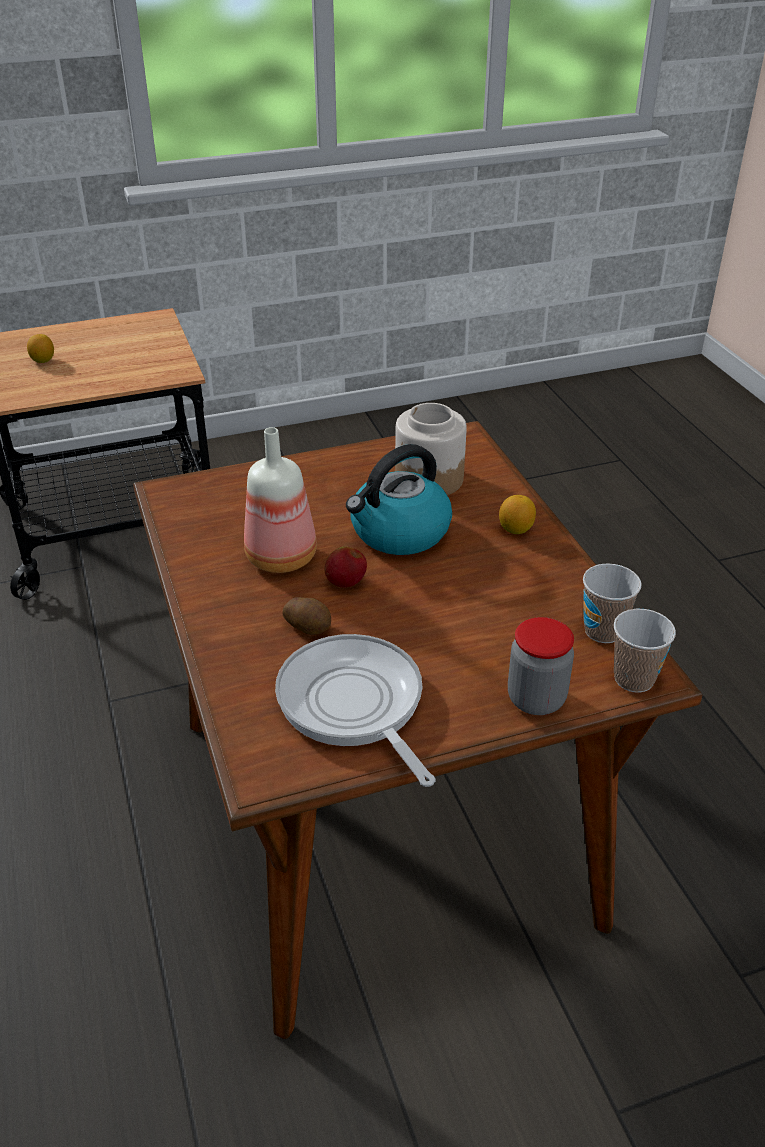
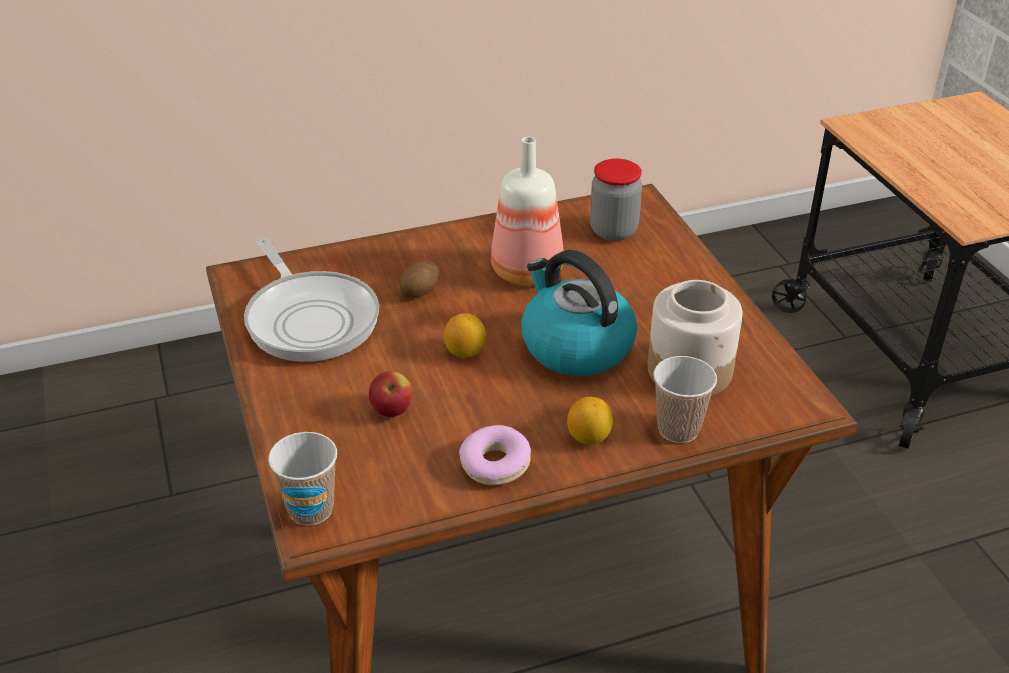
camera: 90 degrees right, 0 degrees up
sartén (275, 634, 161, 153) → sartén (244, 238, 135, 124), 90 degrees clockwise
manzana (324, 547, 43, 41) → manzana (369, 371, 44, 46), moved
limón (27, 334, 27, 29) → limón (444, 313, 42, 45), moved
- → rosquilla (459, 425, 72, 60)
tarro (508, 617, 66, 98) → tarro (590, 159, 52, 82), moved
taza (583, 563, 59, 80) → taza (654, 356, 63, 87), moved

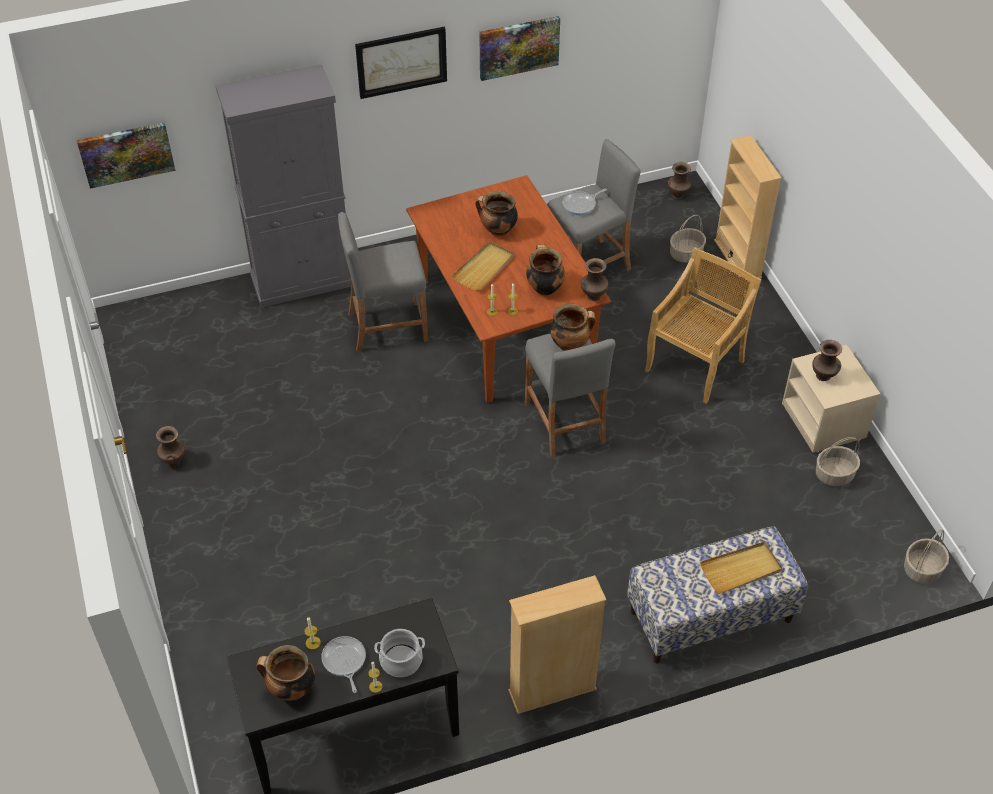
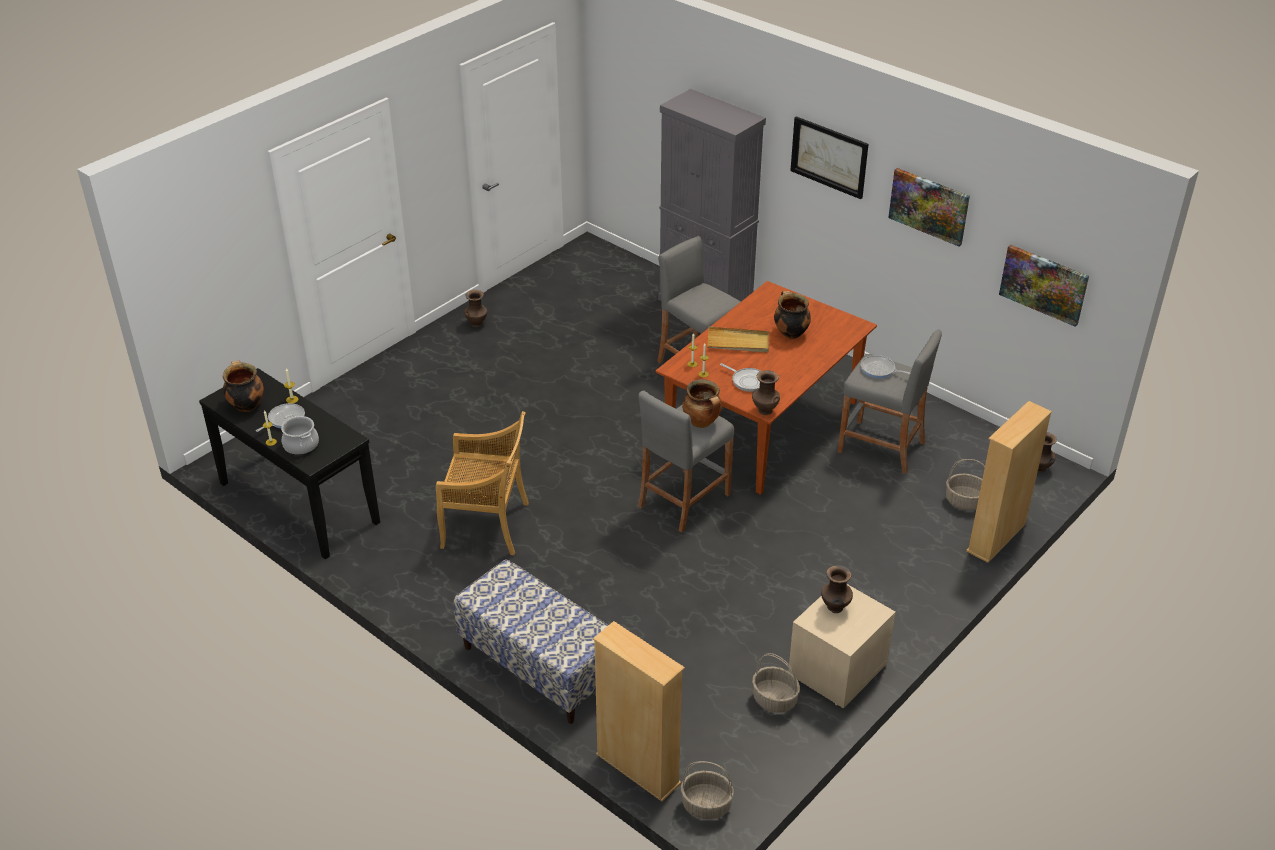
camera: 60 degrees right, 10 degrees down
silla/beis (645, 247, 117, 157) → silla/beis (436, 411, 93, 144), moved
estantería/beis (508, 575, 98, 139) → estantería/beis (593, 621, 92, 181), moved
olla (526, 245, 39, 51) → sartén (720, 363, 41, 29)
cuadro (77, 122, 98, 67) → cuadro (999, 245, 90, 82), moved
bandeja/beis (700, 542, 82, 52) → -

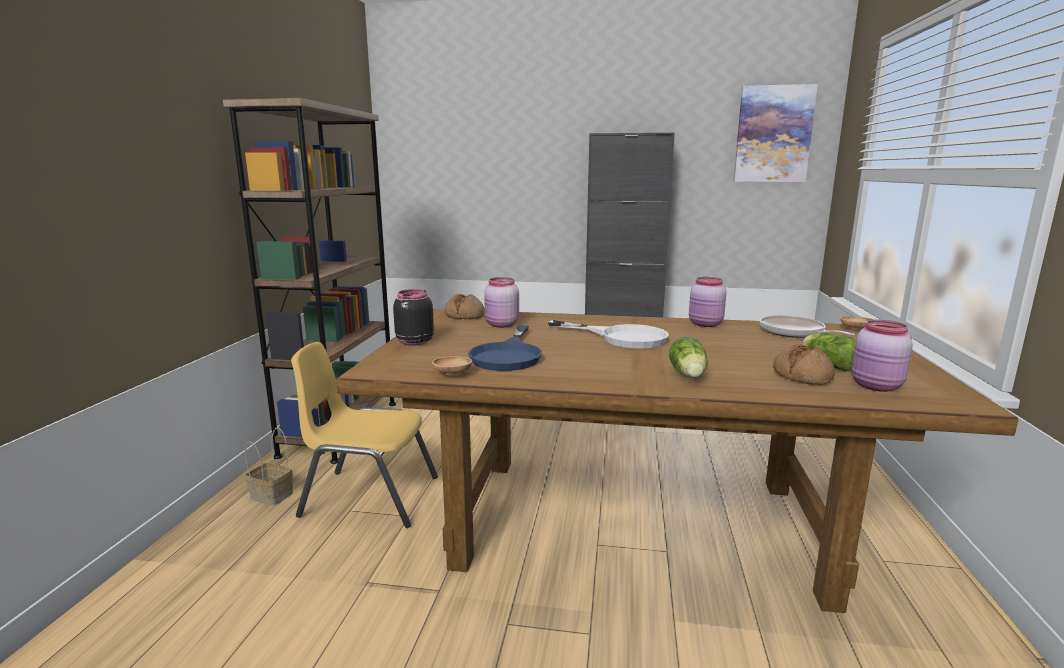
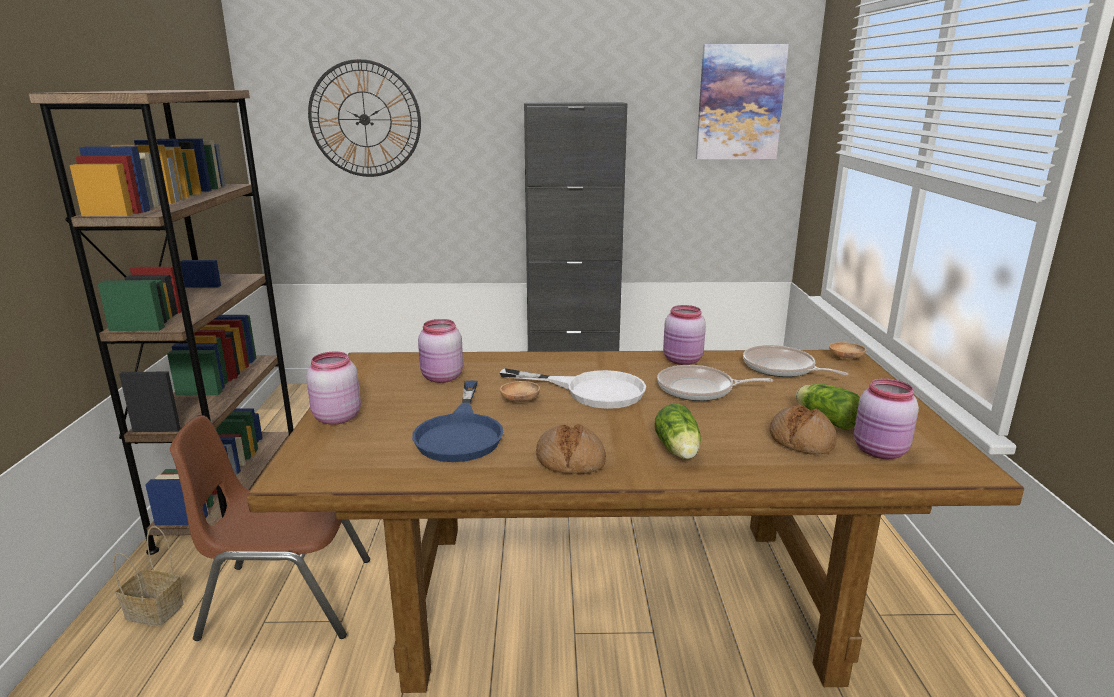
camera: 10 degrees left, 5 degrees up
silla/amarillo (291, 342, 147, 186) → silla/marrón (170, 415, 200, 226)
tarro/negro (393, 289, 41, 57) → tarro/rosa (306, 351, 55, 74)
- → reloj de pared (308, 59, 113, 118)
cuenco/marrón (432, 356, 40, 20) → cuenco/marrón (500, 381, 40, 22), moved
pan (445, 294, 40, 25) → pan (536, 424, 70, 50), moved
- → sartén (657, 365, 116, 36)

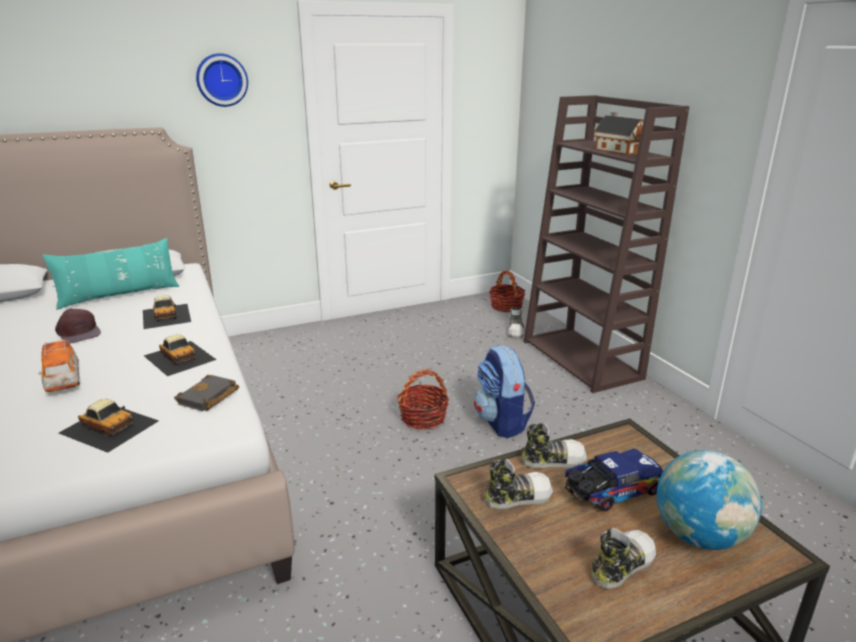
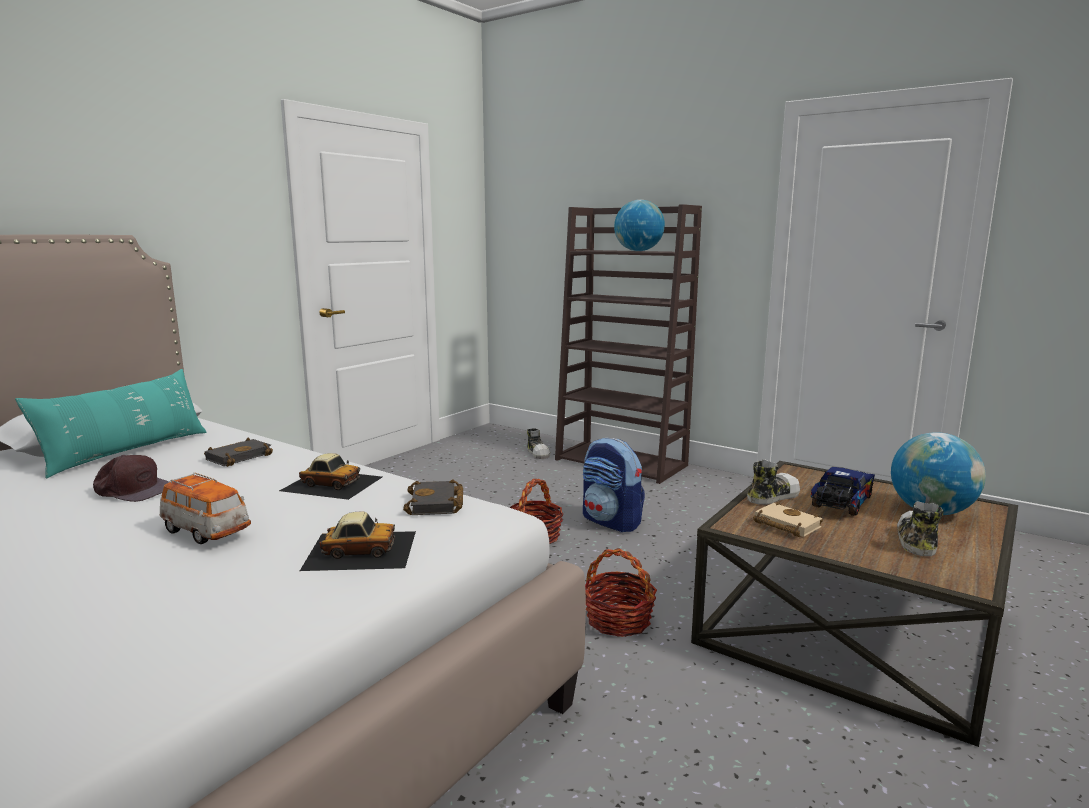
camera: 30 degrees left, 10 degrees down
coche de juguete (143, 296, 48, 33) → libro/negro (204, 438, 69, 29)
cesta (489, 270, 36, 42) → cesta (585, 548, 72, 89), moved
casita (594, 112, 49, 43) → globo terráqueo (614, 200, 51, 51)
zapato (484, 459, 69, 51) → libro/beis (753, 502, 70, 35)
reloj de pared (196, 53, 52, 54) → -

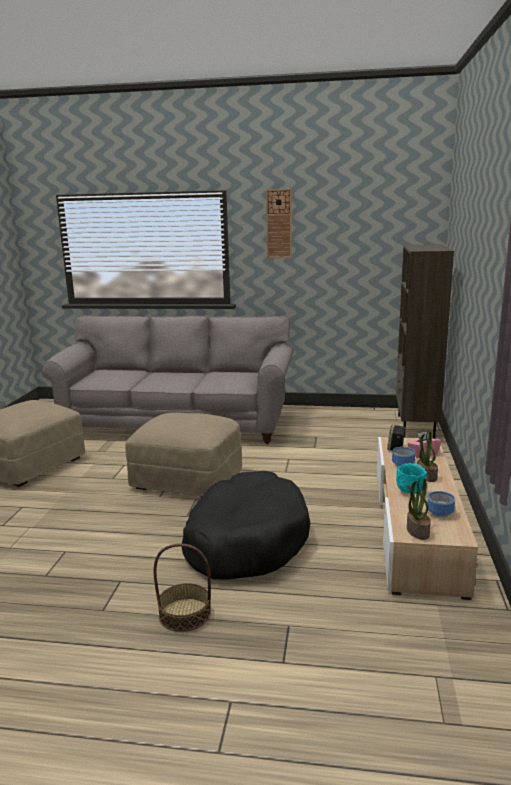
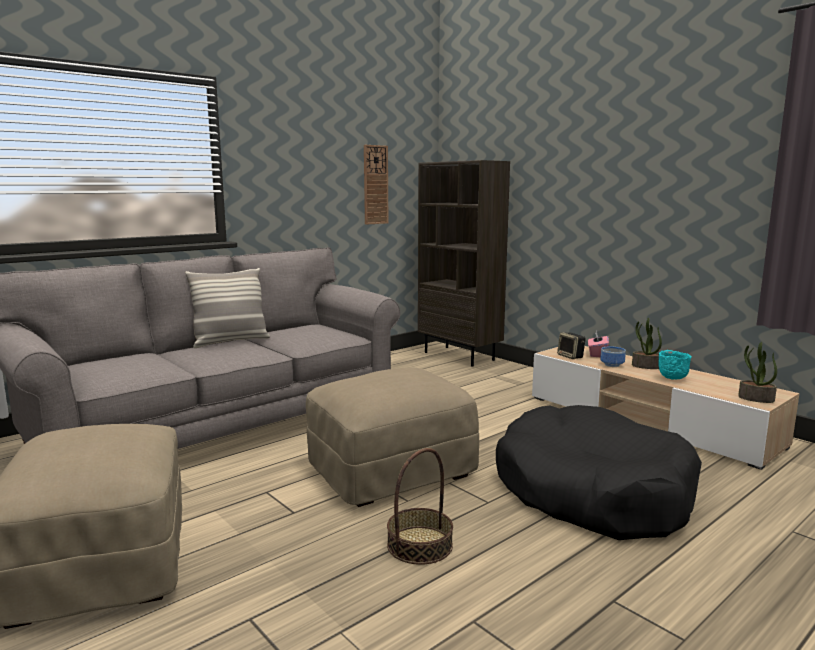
camera: 50 degrees left, 5 degrees down
- → cojín (185, 268, 85, 80)
reloj de pared (266, 189, 26, 69) → reloj de pared (364, 145, 24, 80), moved
cesta (153, 543, 58, 89) → cesta (387, 448, 66, 117), moved
cuenco (427, 491, 28, 27) → -

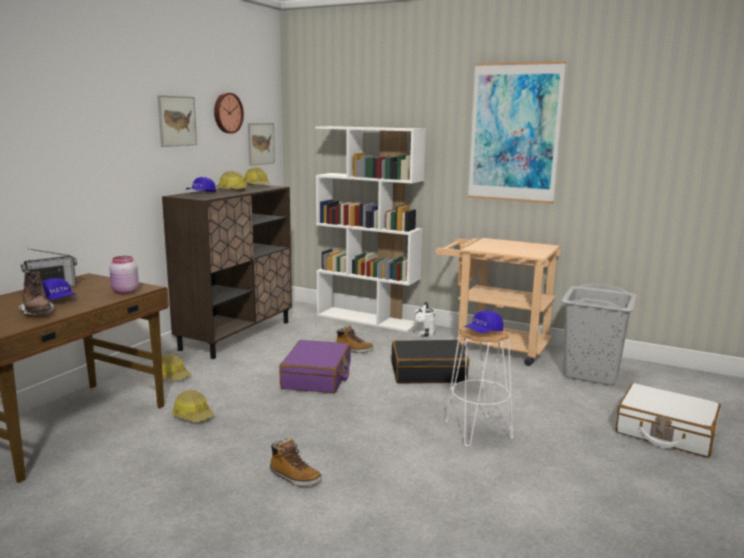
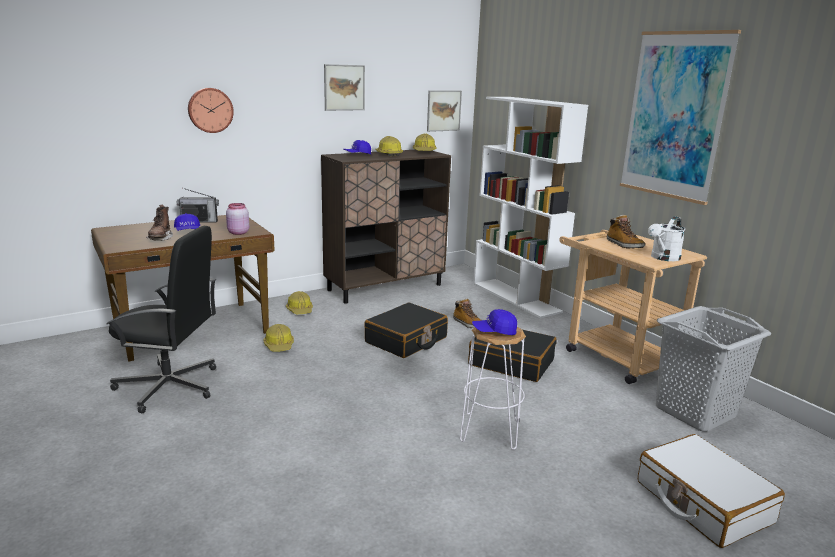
camera: 30 degrees right, 5 degrees up
- → silla de oficina/negro (106, 226, 110, 187)
reloj de pared (214, 93, 30, 40) → reloj de pared (188, 88, 46, 45), moved
maleta/morado (279, 340, 72, 53) → maleta/negro (364, 303, 84, 55)
bota (270, 438, 52, 49) → bota (607, 215, 38, 33), moved
regadera/blanco (414, 302, 21, 35) → regadera/blanco (648, 216, 37, 45), moved

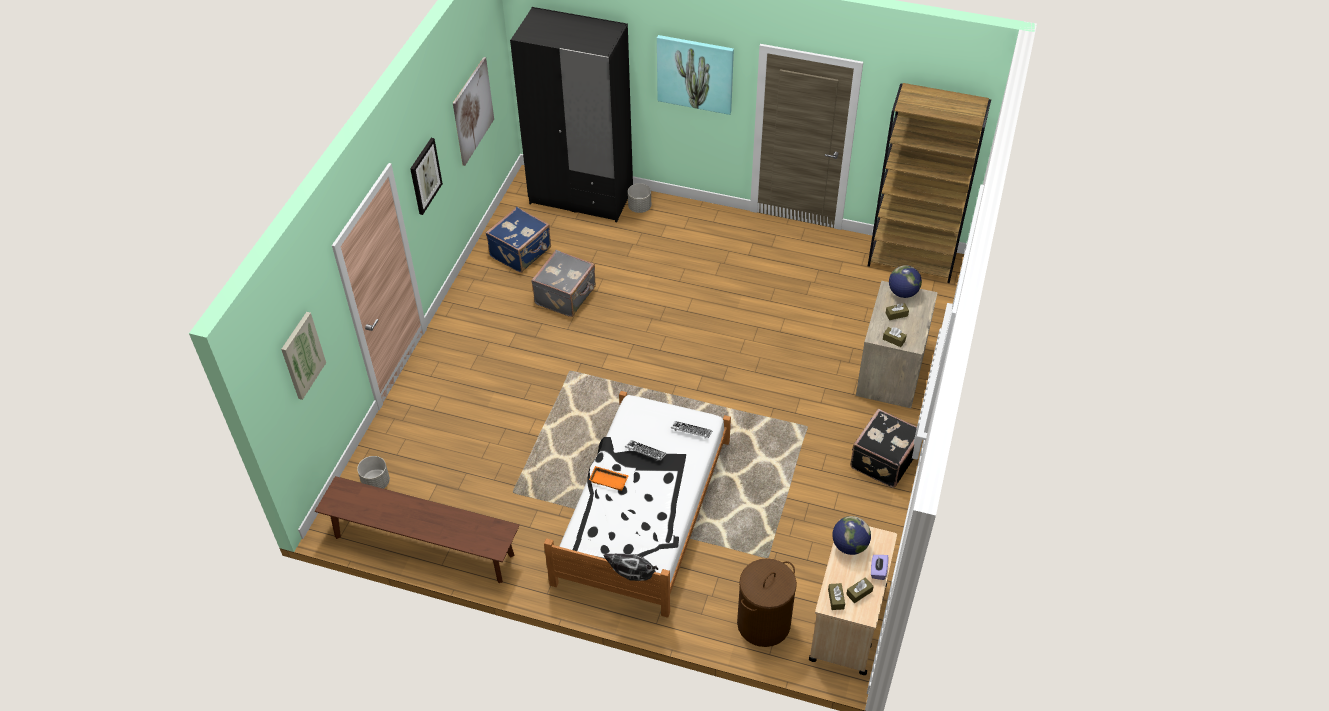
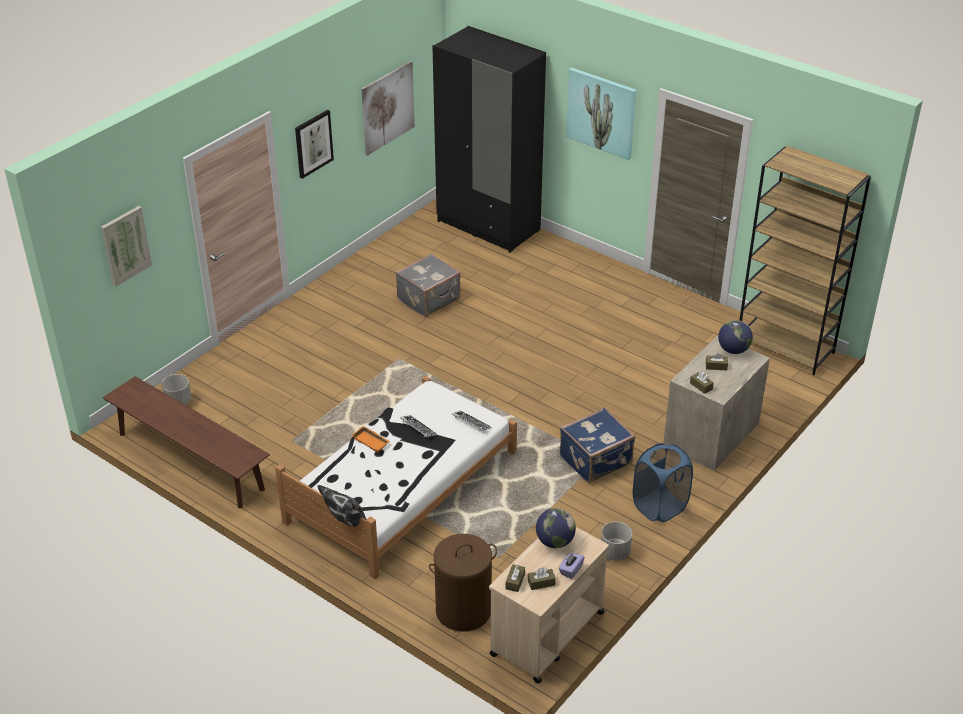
camera: 20 degrees right, 10 degrees down
maleta/azul (486, 207, 65, 66) → maleta/azul (560, 408, 75, 75), moved
maceta/gris (628, 183, 23, 30) → maceta/gris (601, 522, 31, 39), moved
maleta/negro (850, 409, 67, 79) → cesto de la ropa/azul (633, 443, 60, 79)

